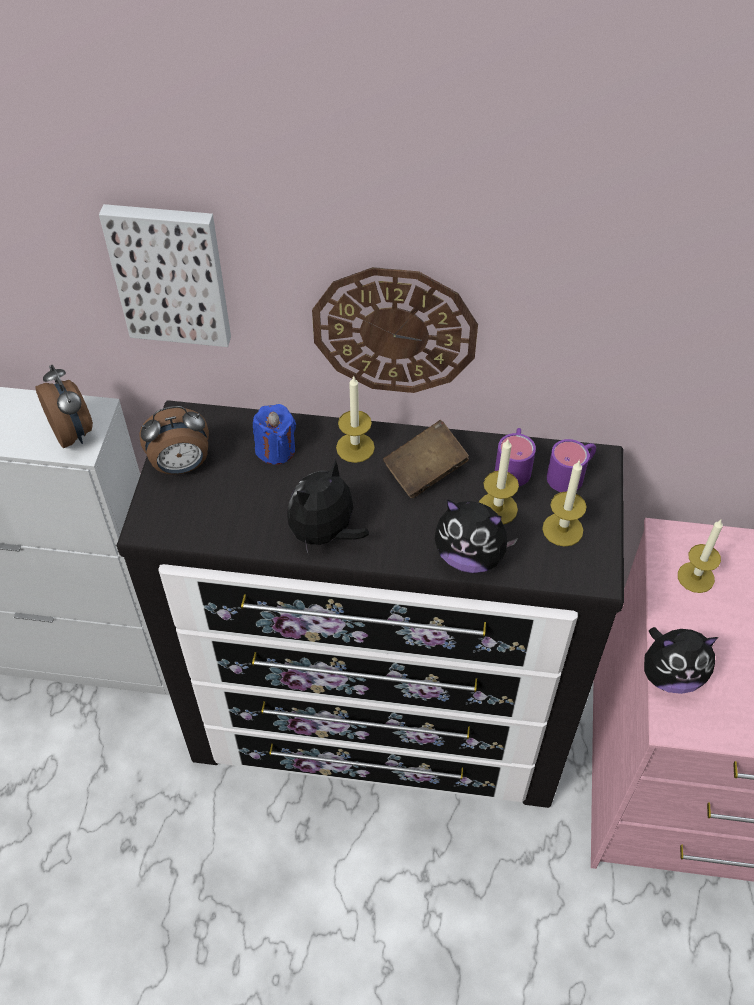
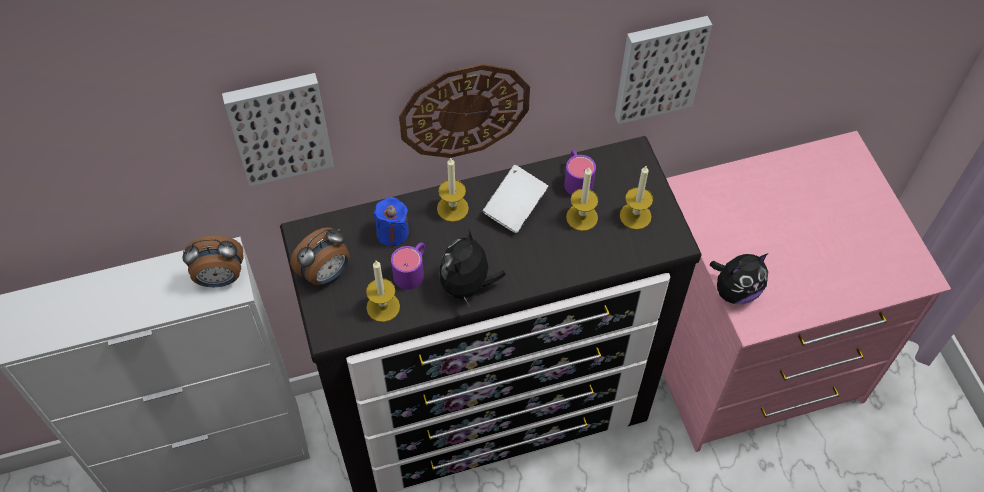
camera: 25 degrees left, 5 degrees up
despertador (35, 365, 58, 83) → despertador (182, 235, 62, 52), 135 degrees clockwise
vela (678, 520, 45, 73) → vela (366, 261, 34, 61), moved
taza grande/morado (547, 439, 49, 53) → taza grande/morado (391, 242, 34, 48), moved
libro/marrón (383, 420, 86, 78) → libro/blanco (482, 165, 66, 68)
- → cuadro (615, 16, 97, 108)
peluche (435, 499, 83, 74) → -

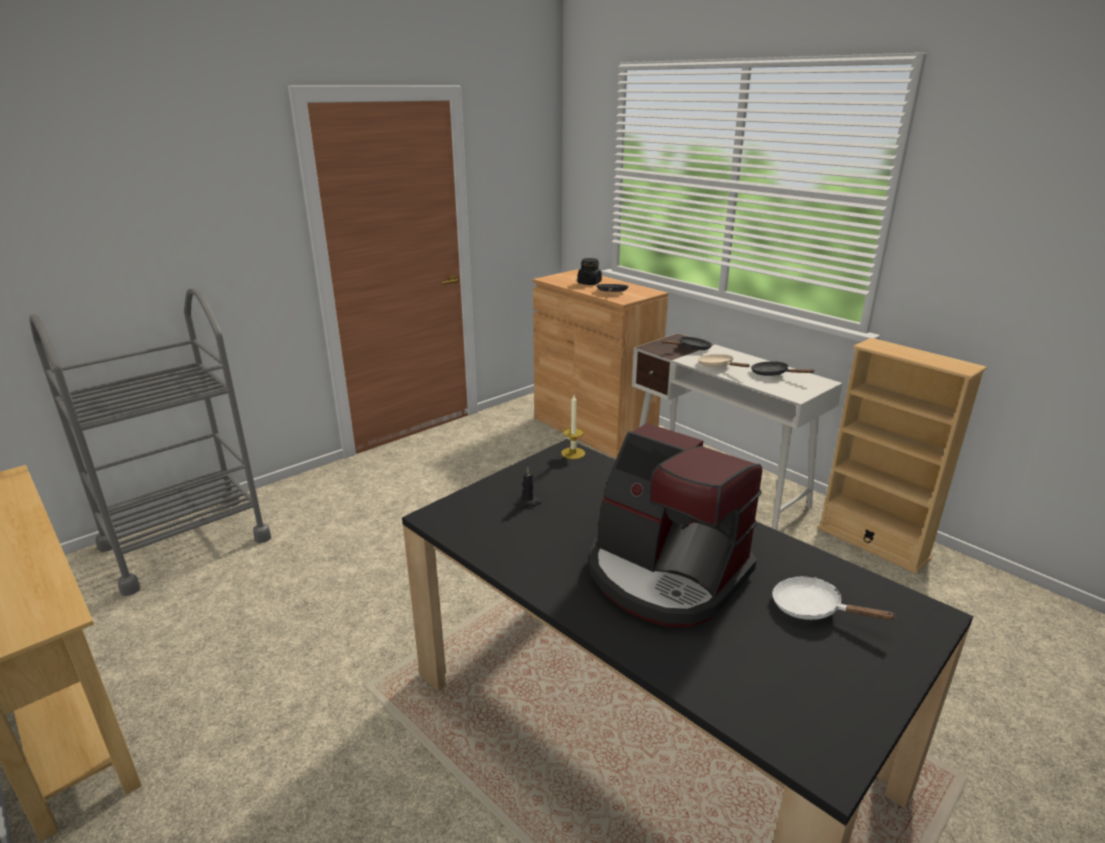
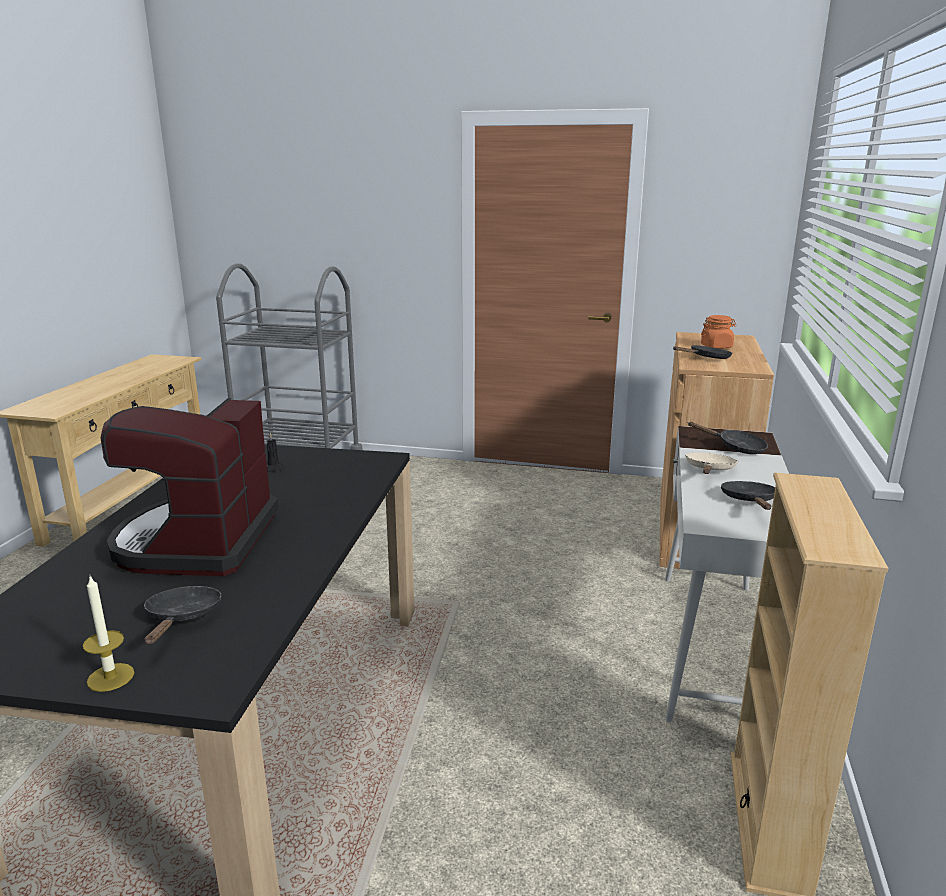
camera: 55 degrees right, 5 degrees down
vela (561, 395, 24, 64) → vela (83, 576, 51, 116), moved
sartén/blanco (772, 577, 125, 43) → sartén/negro (144, 586, 77, 58)
tarro/negro (577, 258, 25, 27) → tarro/naranja (701, 315, 36, 34)

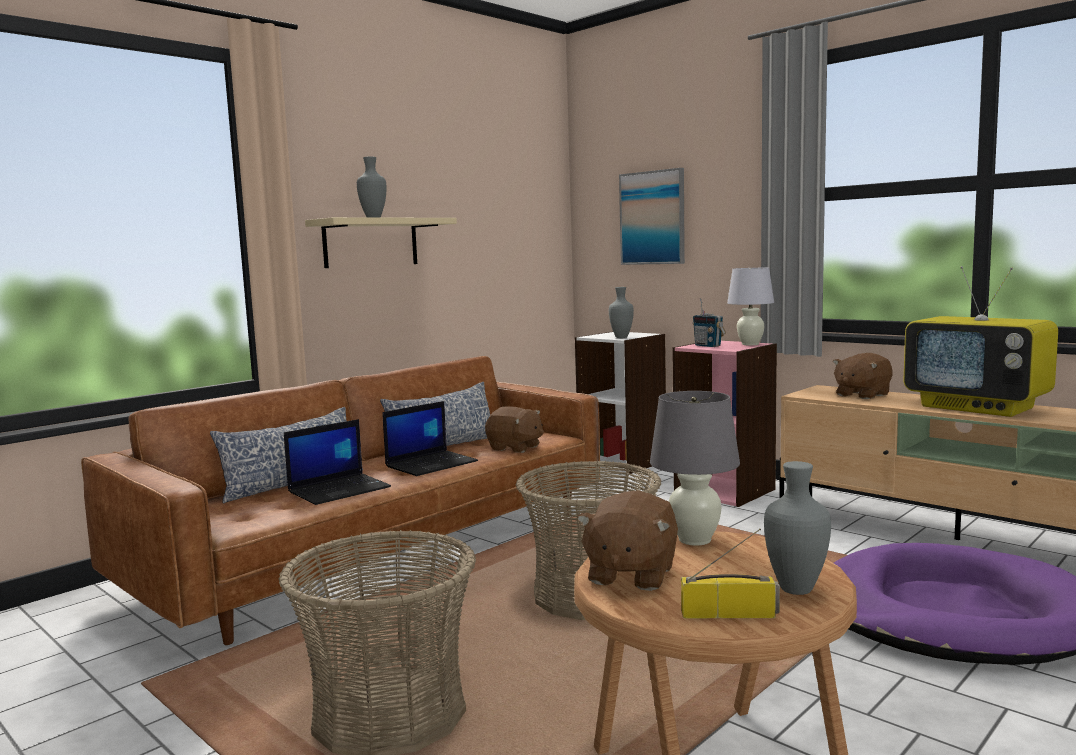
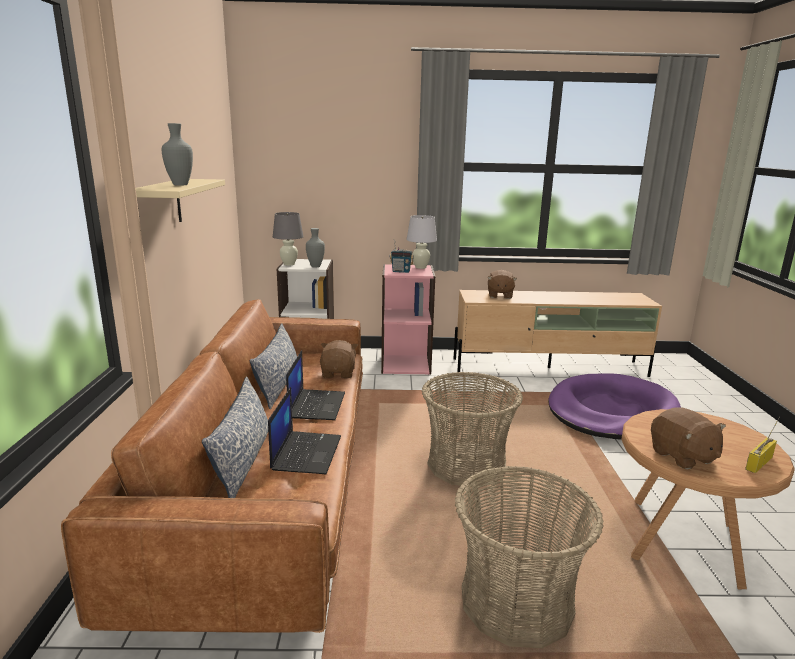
camera: 45 degrees left, 10 degrees up
lámpara de mesa/gris (650, 391, 90, 155) → lámpara de mesa/gris (273, 212, 31, 54), moved
peluche/marrón (485, 407, 59, 46) → peluche/marrón (320, 340, 38, 38), 75 degrees counterclockwise
cuadro (619, 168, 66, 97) → -
florero/gris (764, 461, 67, 134) → -
televisor (904, 266, 154, 151) → -

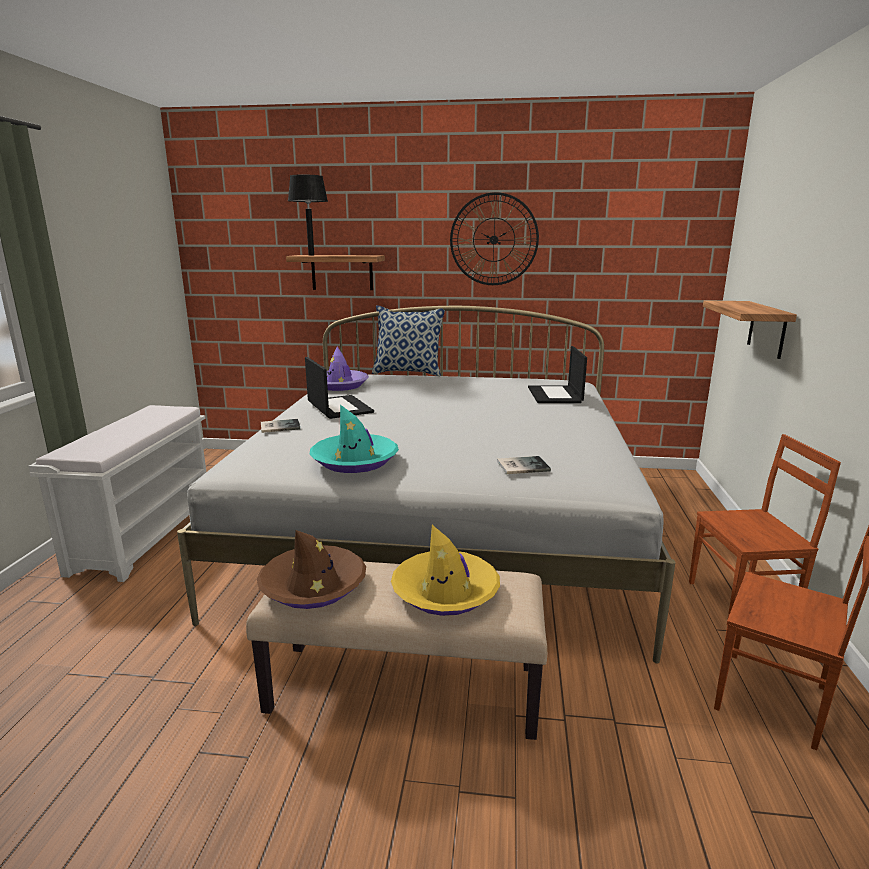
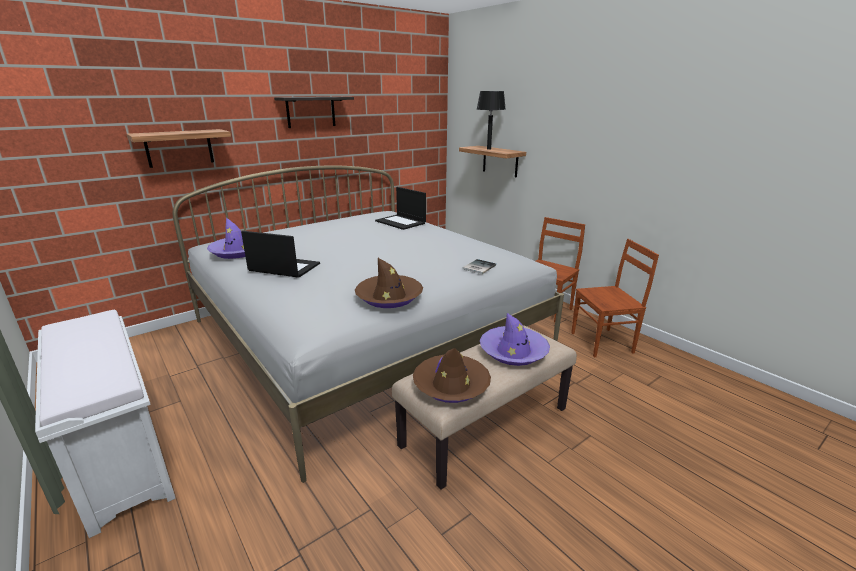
camera: 45 degrees left, 5 degrees up
reloj de pared (450, 192, 89, 93) → estante (274, 97, 80, 31)
sombrero/turquesa (310, 405, 89, 68) → sombrero/marrón (355, 258, 68, 50)
lámpara de mesa/negro (288, 174, 40, 82) → lámpara de mesa/negro (476, 91, 30, 59), moved
sombrero/amarillo (391, 525, 109, 91) → sombrero/morado (480, 313, 70, 53)
libro (261, 419, 39, 14) → -
cojín (372, 305, 73, 71) → -

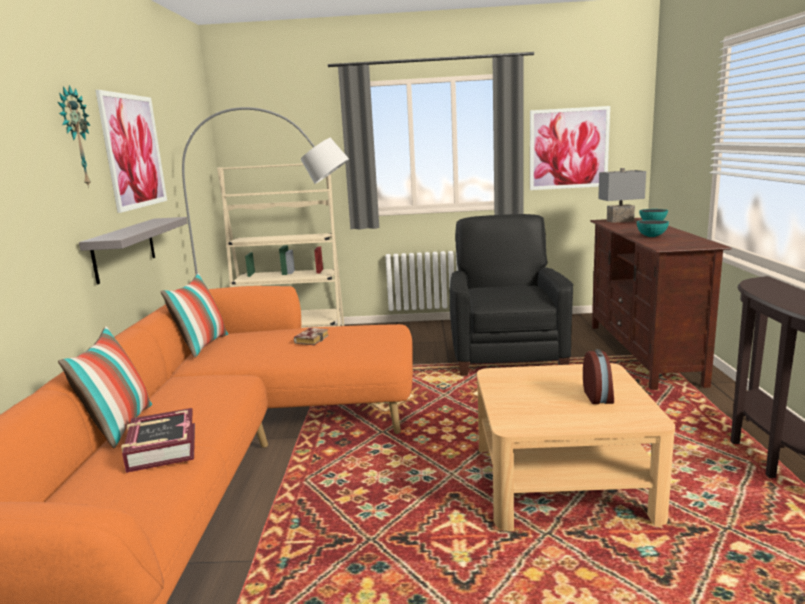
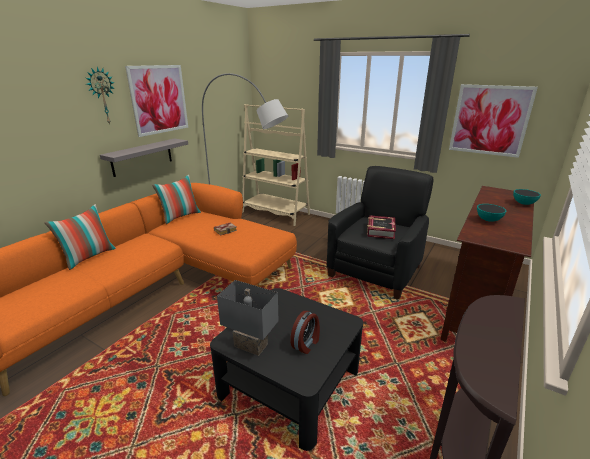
camera: 30 degrees right, 10 degrees up
mesa de centro/beis (477, 363, 198, 168) → mesa de centro/negro (210, 288, 153, 163)
lámpara de mesa/gris (598, 168, 48, 55) → lámpara de mesa/gris (217, 280, 62, 76), moved
libro (121, 408, 74, 65) → libro (367, 215, 29, 24), moved

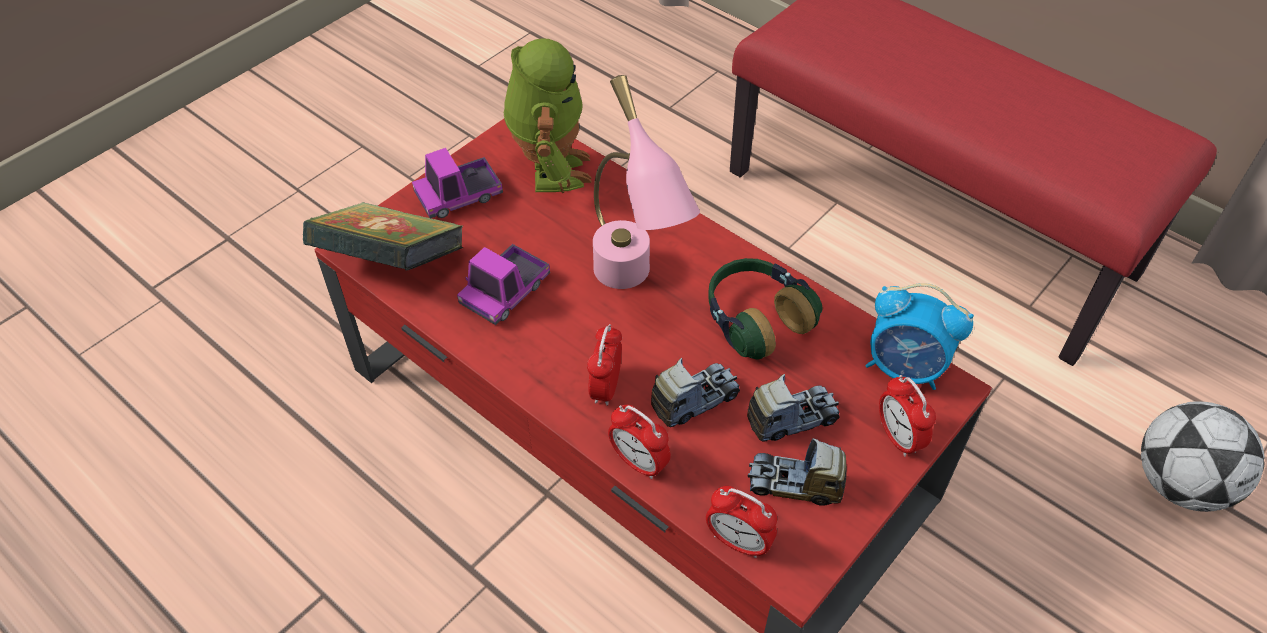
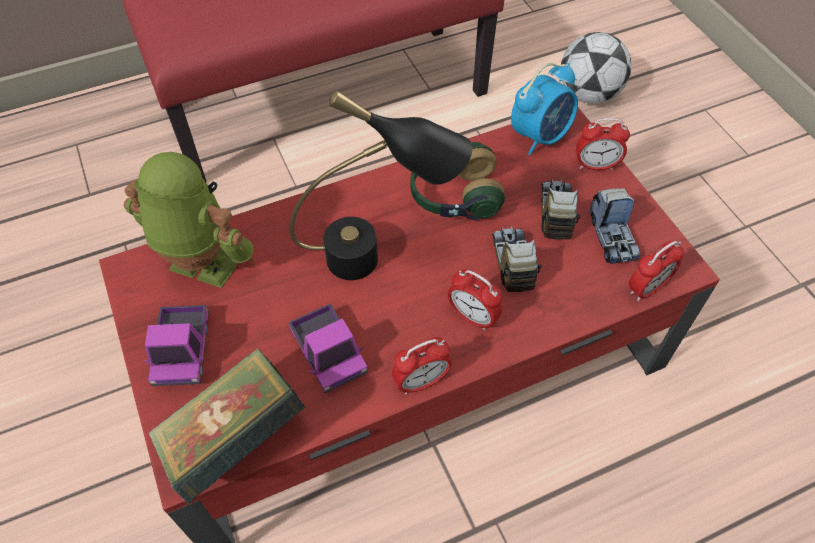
camera: 65 degrees left, 5 degrees up
lámpara de mesa/rosa (593, 75, 107, 214) → lámpara de mesa/negro (290, 90, 182, 190)
despertador (608, 405, 63, 74) → despertador (392, 337, 60, 58), moved
camión de juguete (747, 438, 100, 68) → camión de juguete (590, 188, 50, 76), 45 degrees counterclockwise

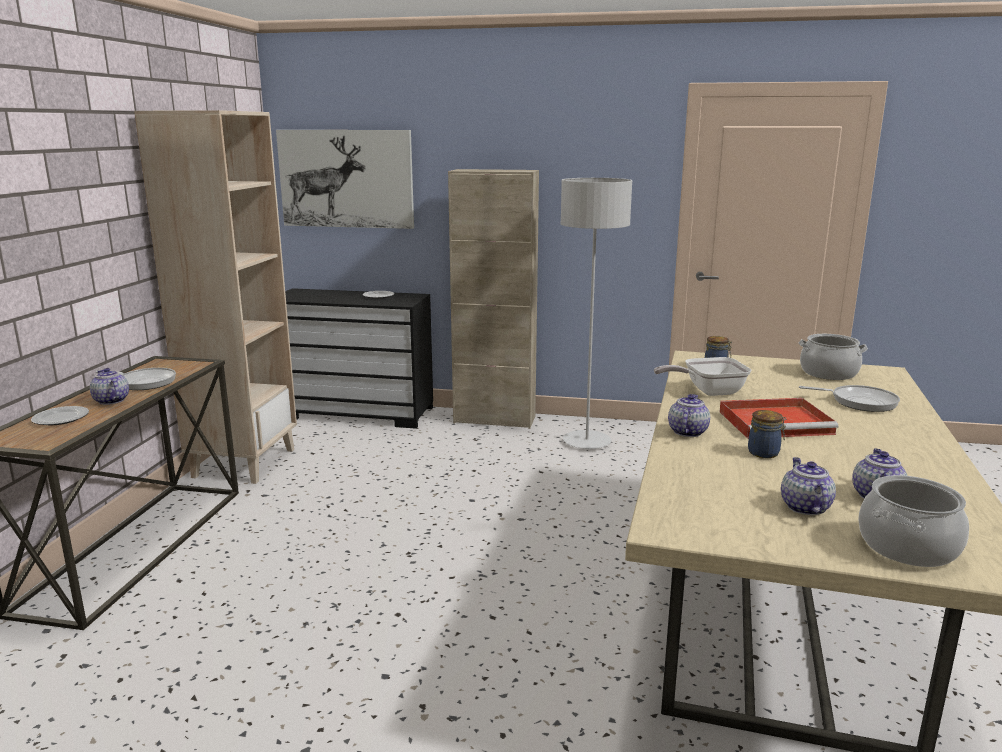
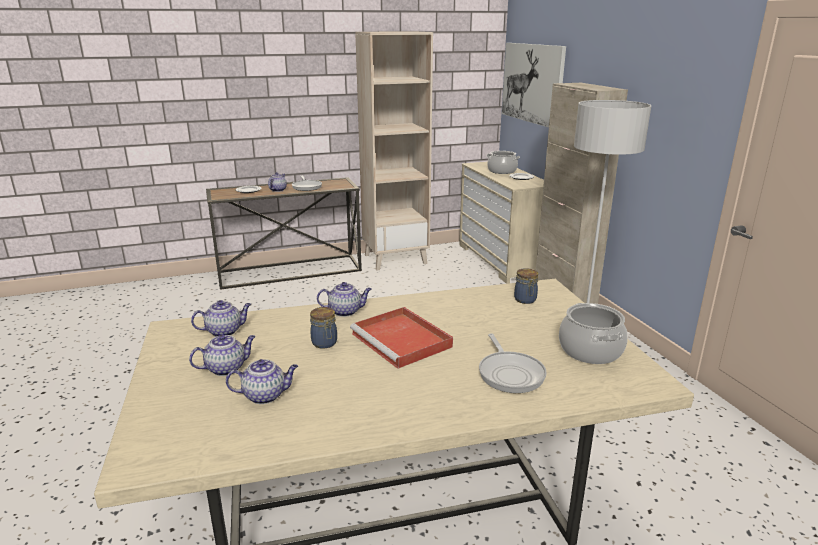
camera: 60 degrees right, 5 degrees up
- → tetera (191, 300, 60, 37)
cómoda/negro (285, 288, 148, 141) → cómoda/beis (459, 162, 85, 122)
olla (858, 475, 111, 92) → olla (486, 151, 34, 23), moved
sartén (654, 357, 98, 39) → -

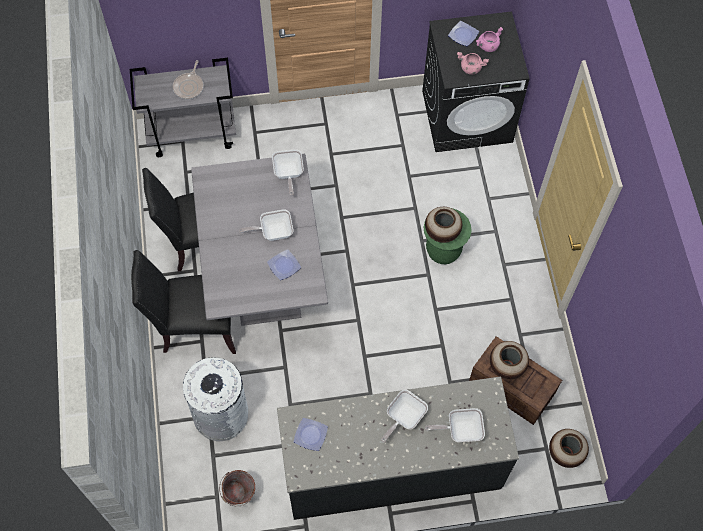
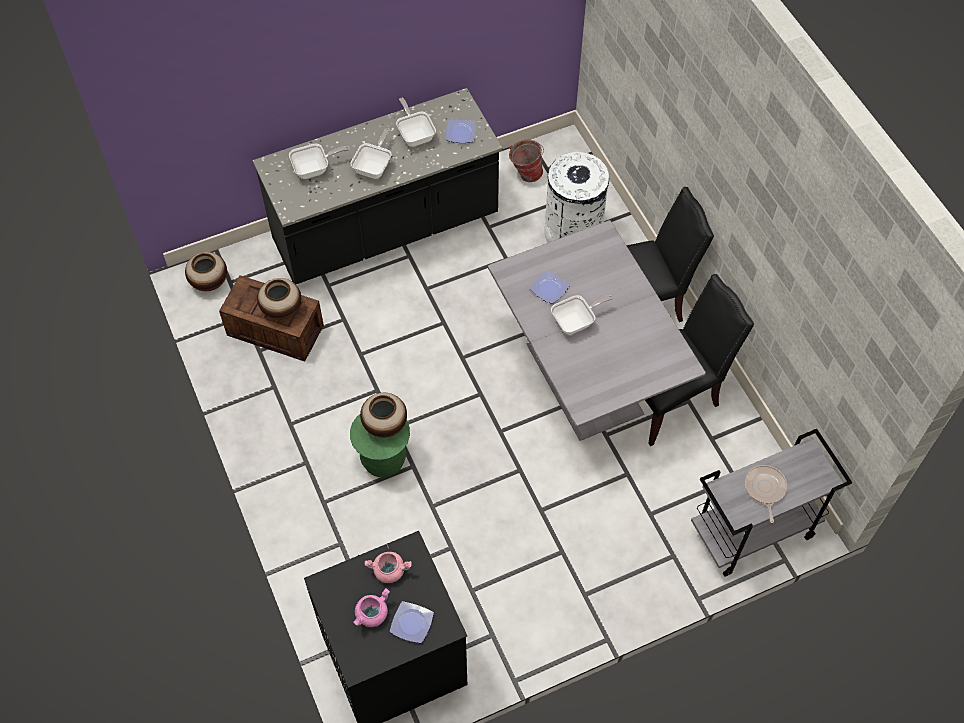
camera: 165 degrees right, 5 degrees down
sartén (272, 149, 32, 47) → sartén (396, 98, 40, 49), moved

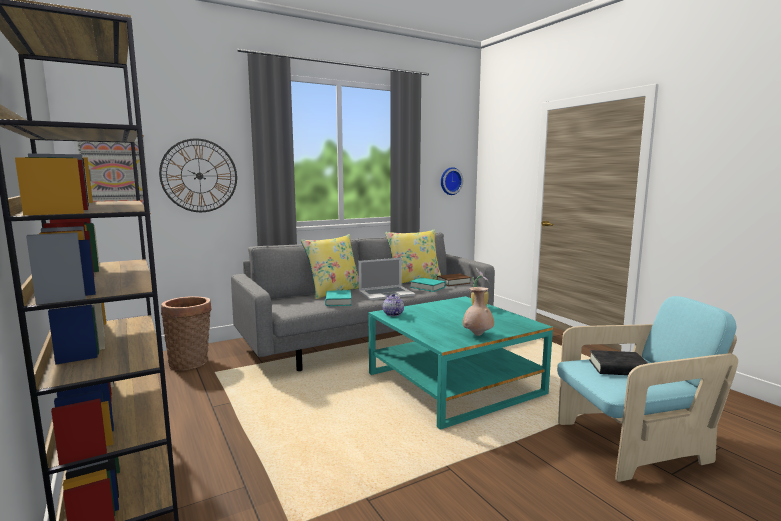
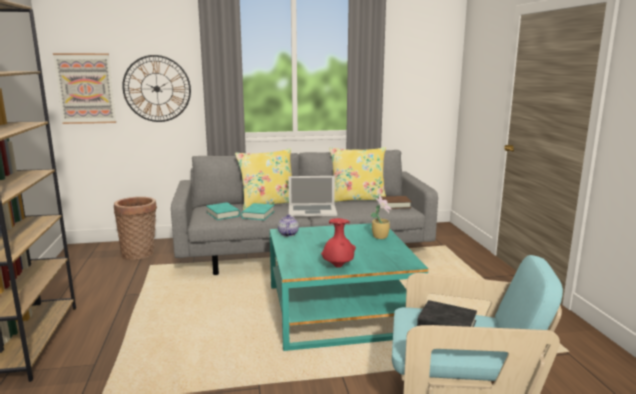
camera: 20 degrees right, 5 degrees up
libro/turquesa (410, 278, 36, 14) → libro/turquesa (207, 202, 33, 18), moved
florero/beis (463, 287, 31, 49) → florero/rojo (321, 218, 35, 50)
reloj de pared (441, 167, 22, 28) → -

